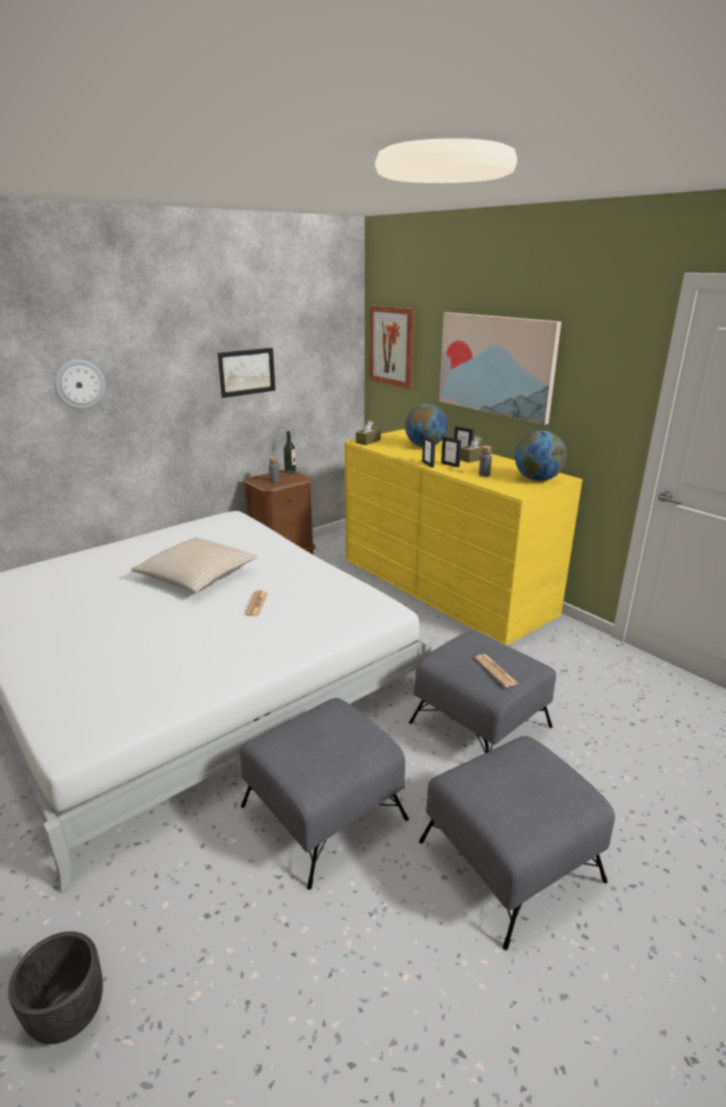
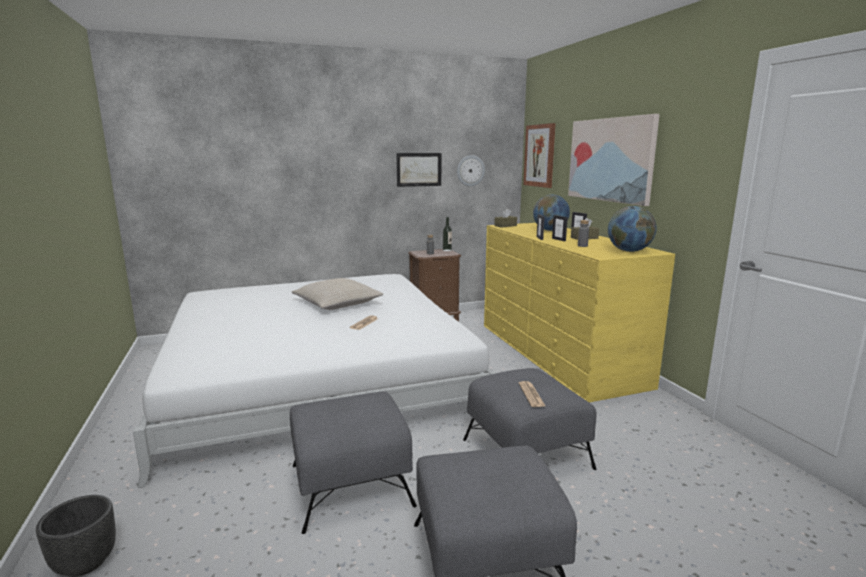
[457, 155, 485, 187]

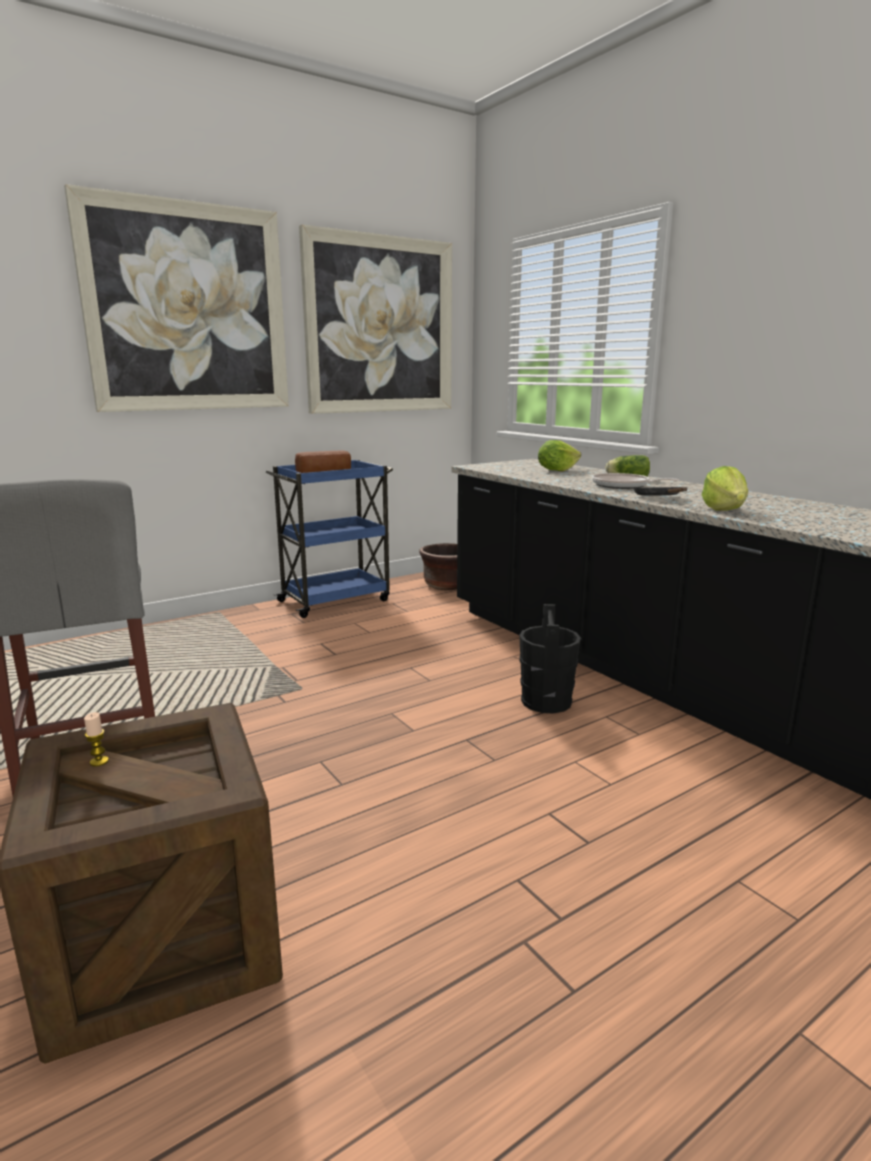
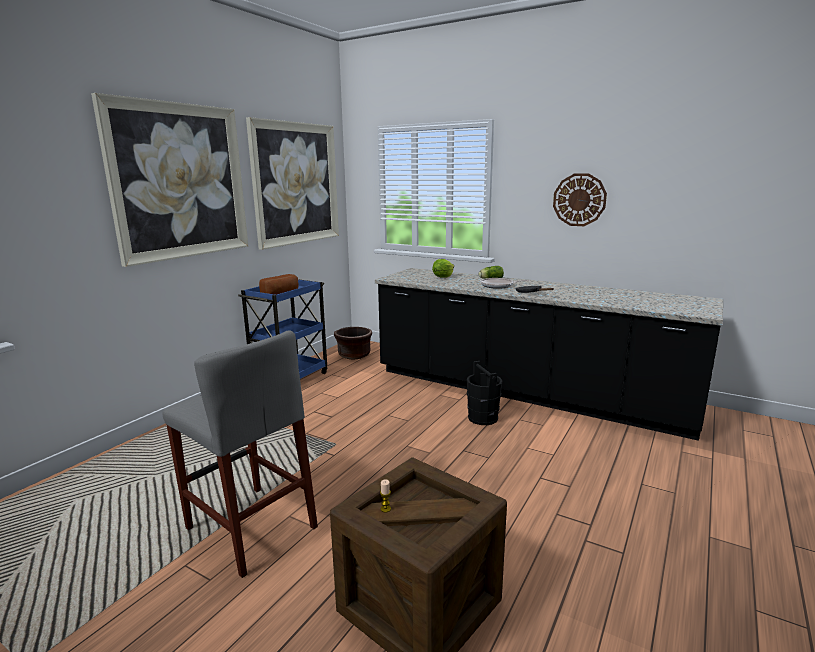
[702, 466, 748, 511] (first image)
[553, 173, 607, 226]

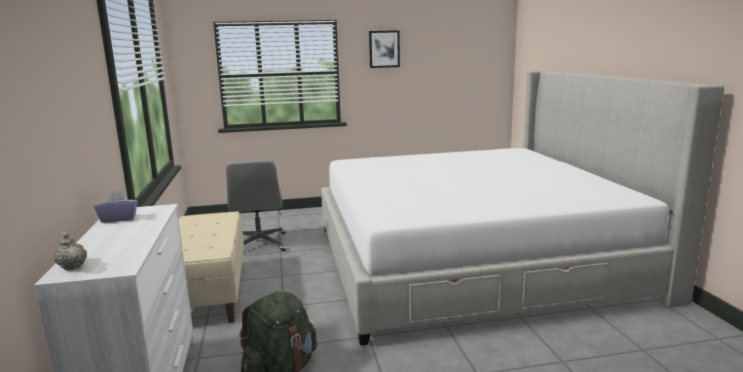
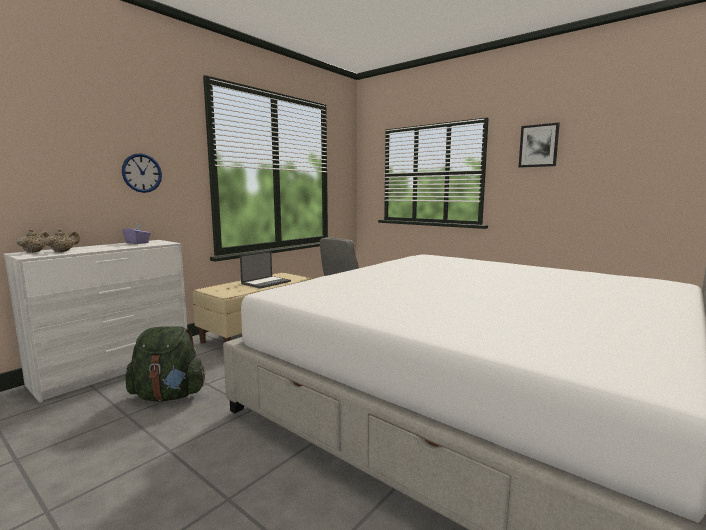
[122, 153, 162, 193]
[43, 229, 80, 252]
[240, 251, 291, 289]

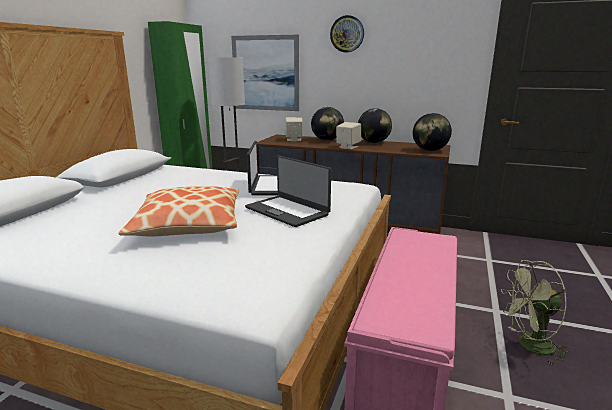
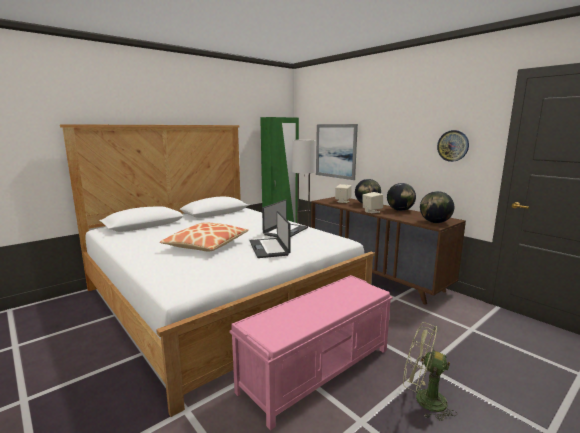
[437, 130, 469, 162]

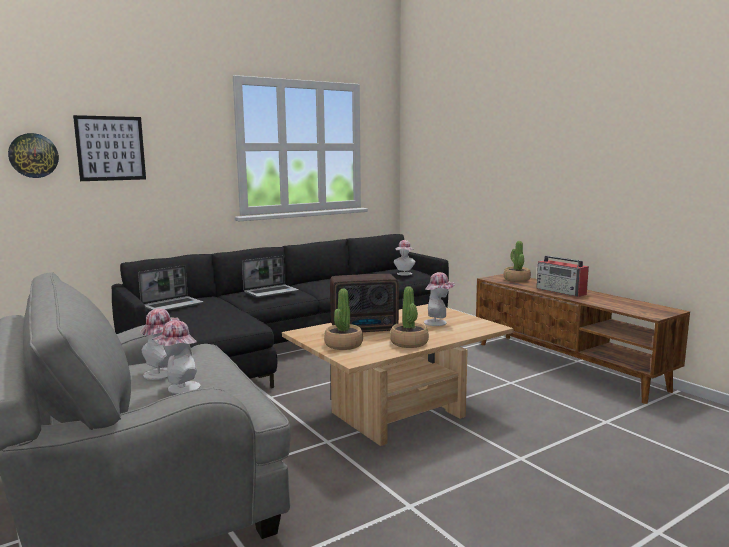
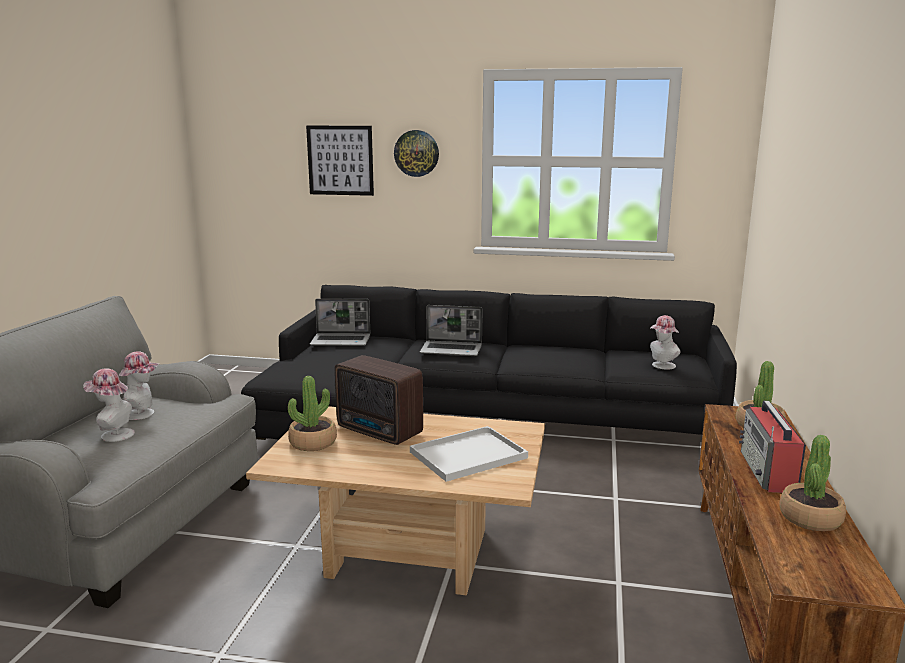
[394, 130, 439, 177]
[410, 426, 528, 482]
[779, 435, 846, 531]

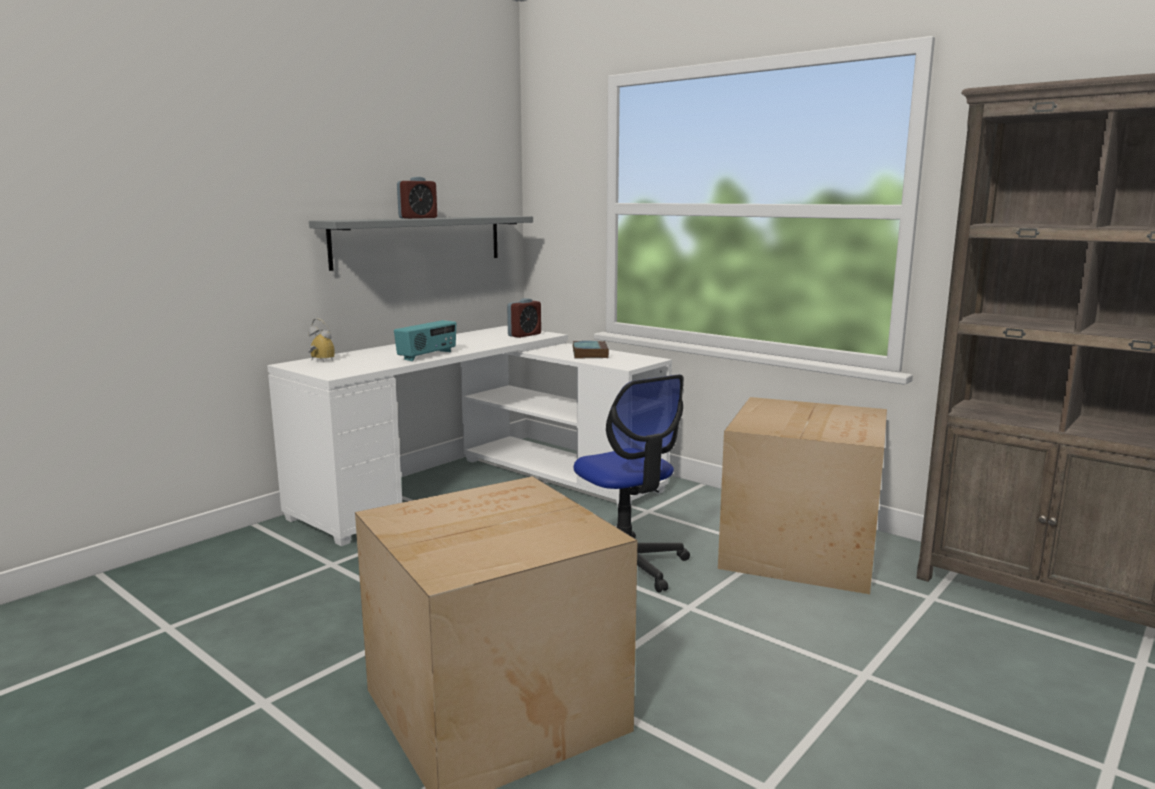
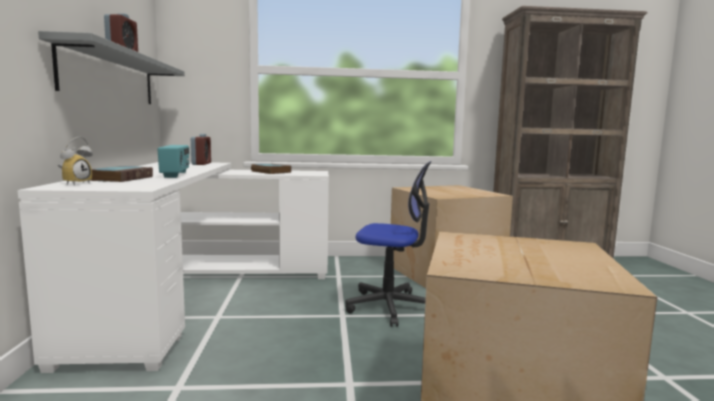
[58, 137, 93, 185]
[89, 166, 153, 182]

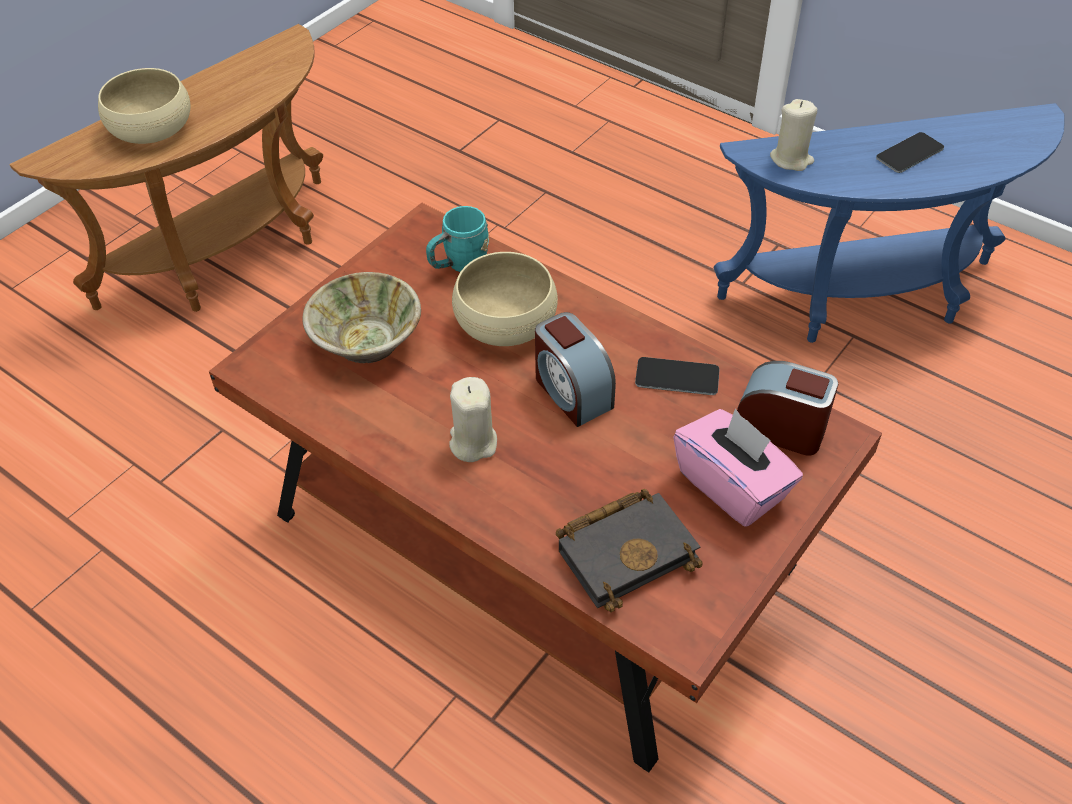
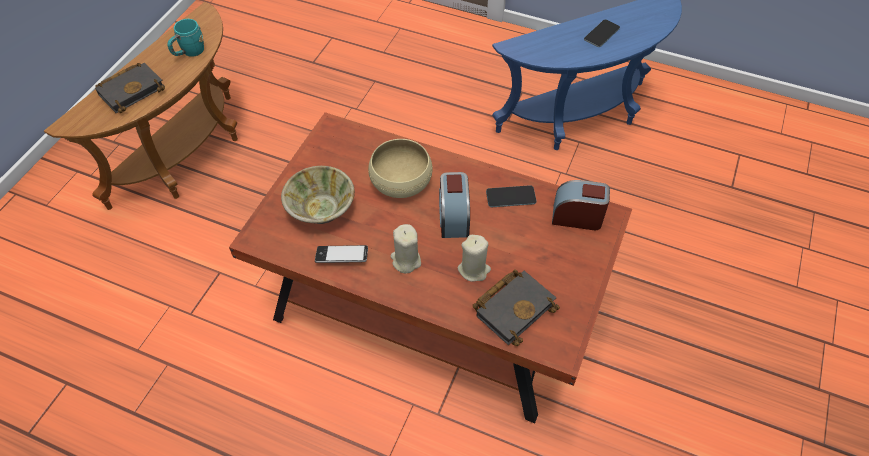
[95, 63, 165, 114]
[458, 235, 491, 282]
[167, 19, 204, 57]
[439, 172, 470, 238]
[673, 409, 803, 527] (first image)
[315, 245, 368, 263]

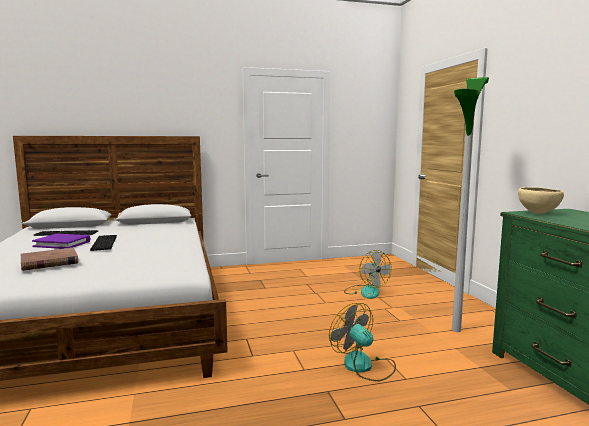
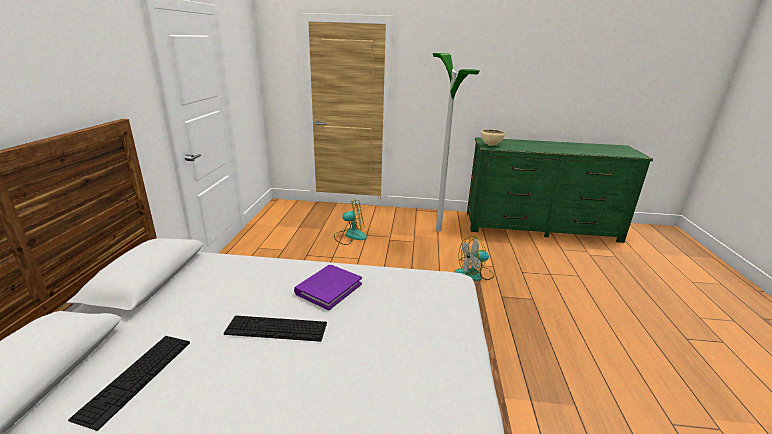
[294, 265, 362, 310]
[21, 248, 78, 271] (first image)

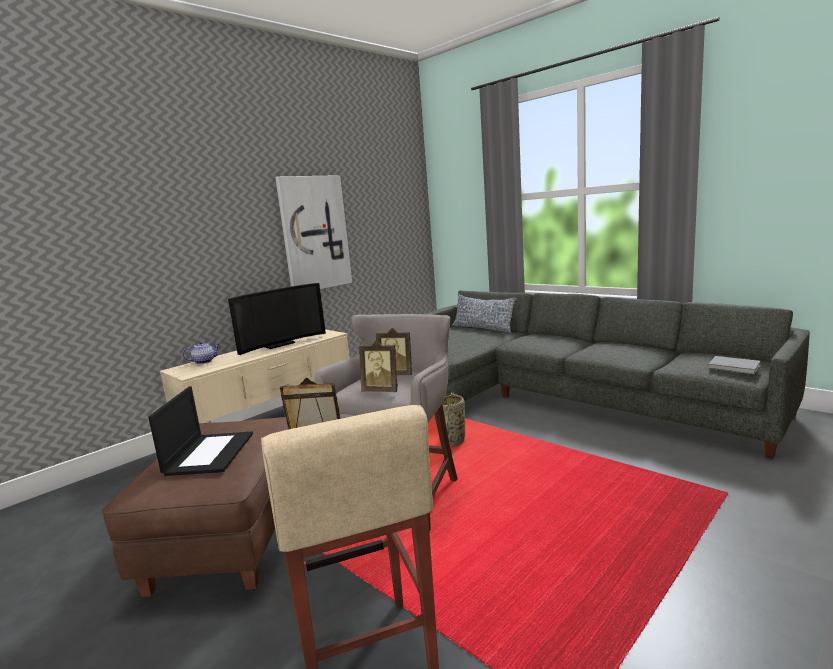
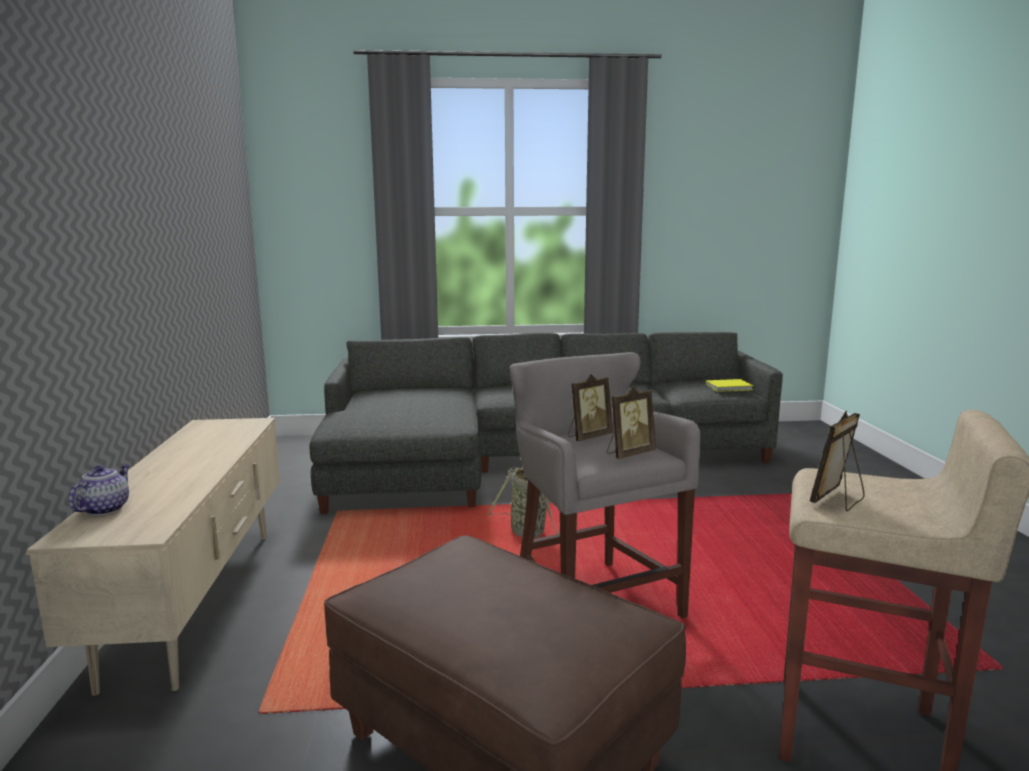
[275, 175, 352, 289] (first image)
[228, 283, 326, 355] (first image)
[452, 294, 516, 333] (first image)
[706, 379, 753, 392]
[148, 386, 253, 476] (first image)

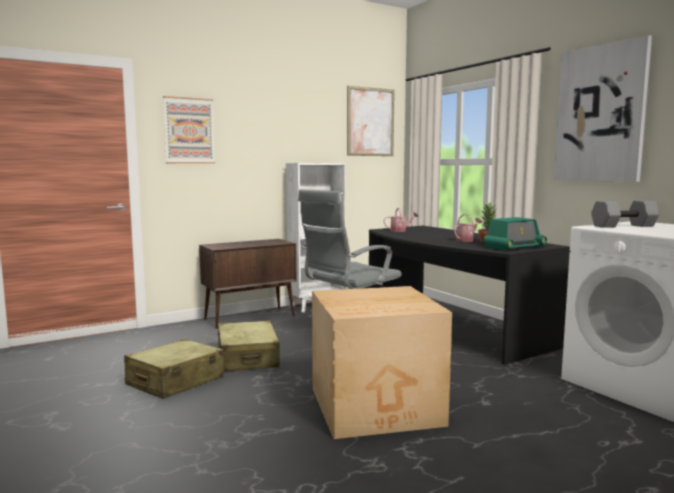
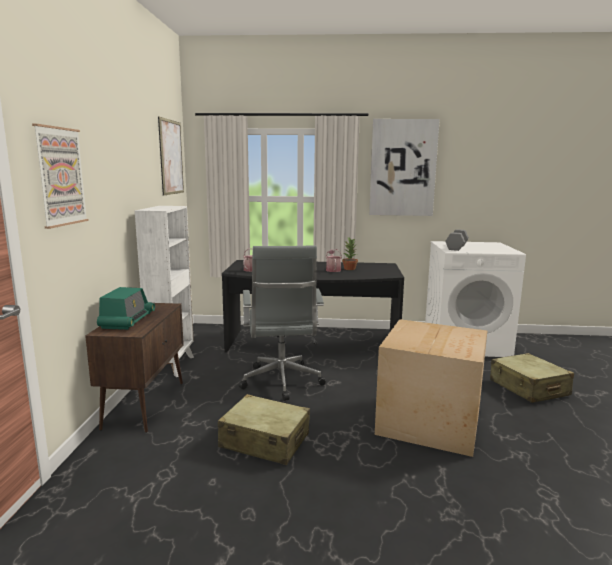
[97, 287, 155, 330]
[490, 353, 574, 403]

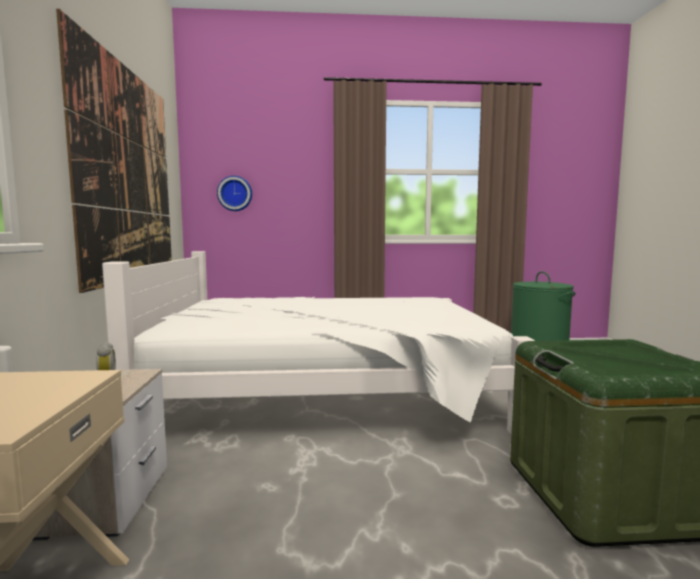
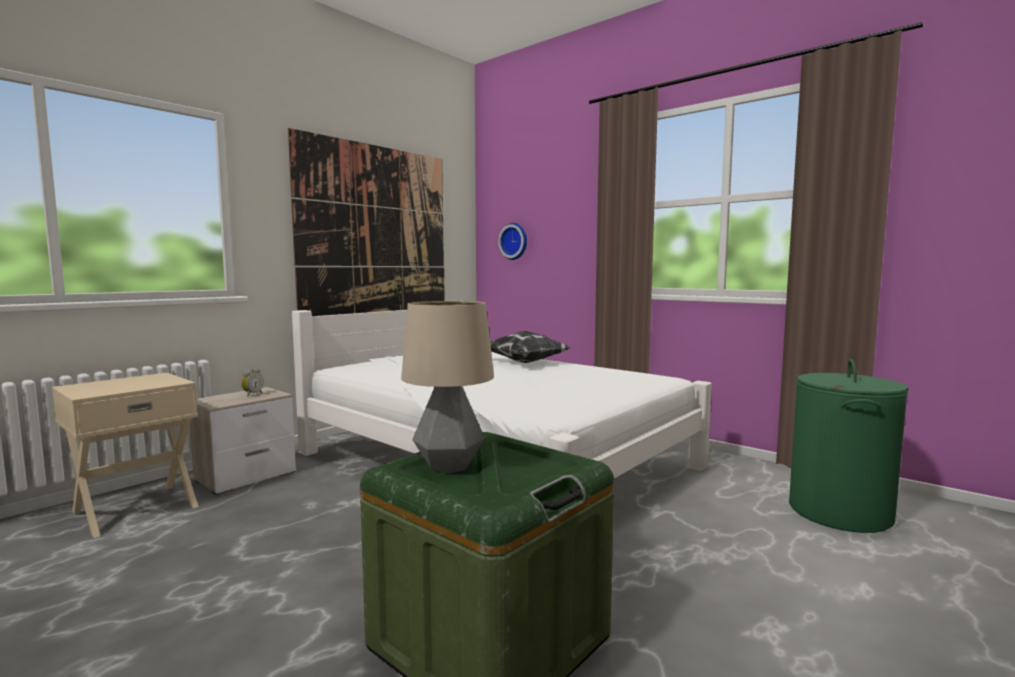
[401, 301, 494, 473]
[490, 331, 571, 363]

